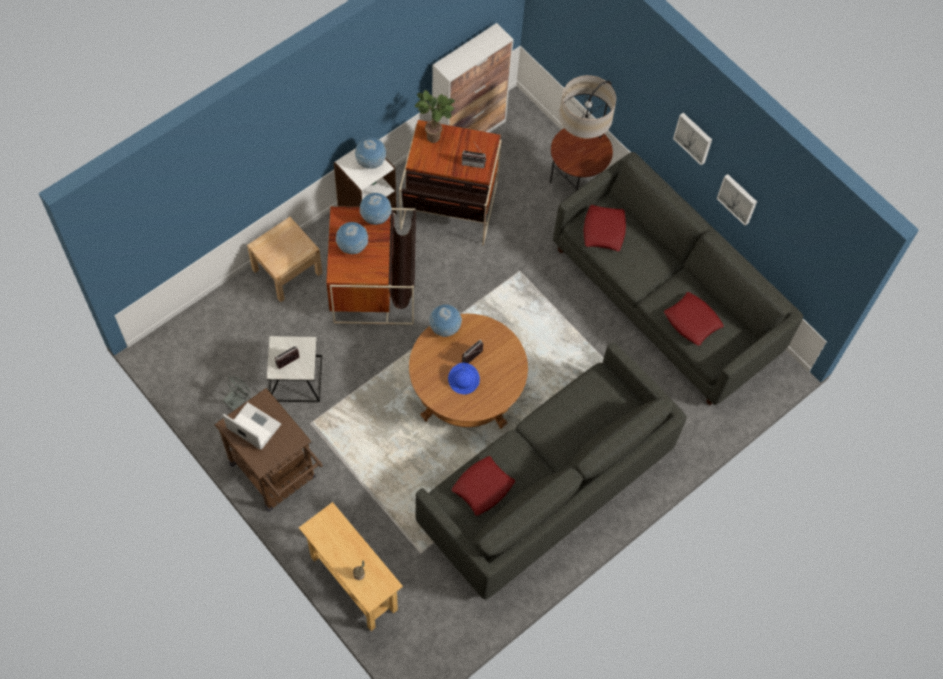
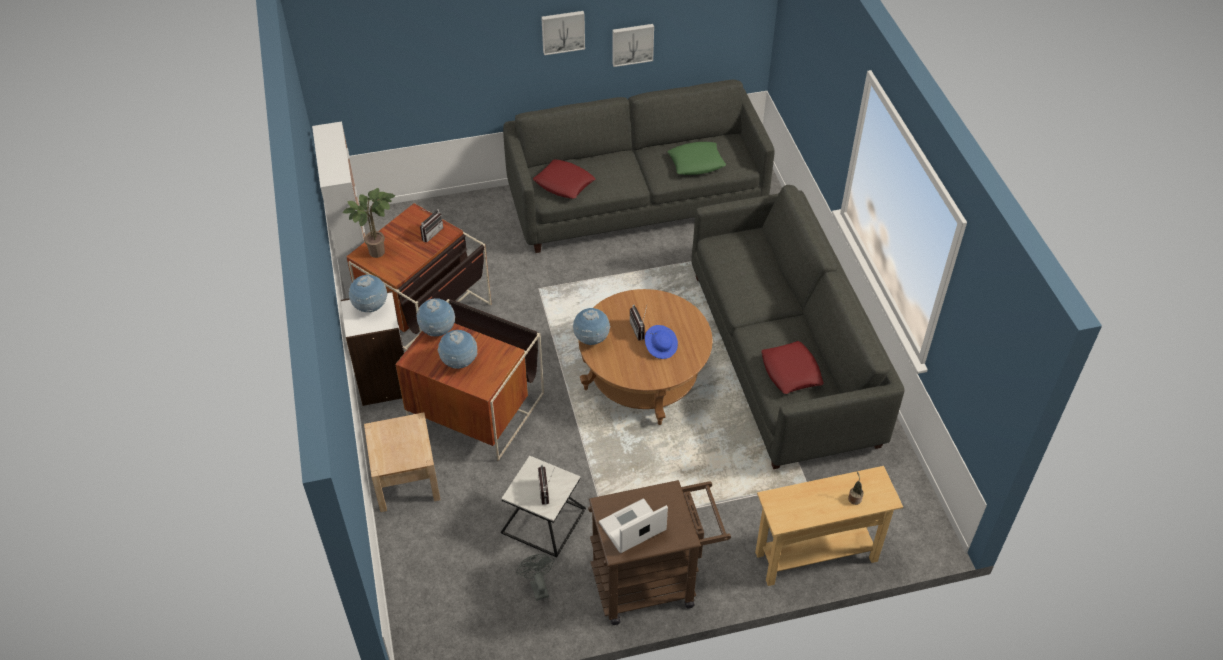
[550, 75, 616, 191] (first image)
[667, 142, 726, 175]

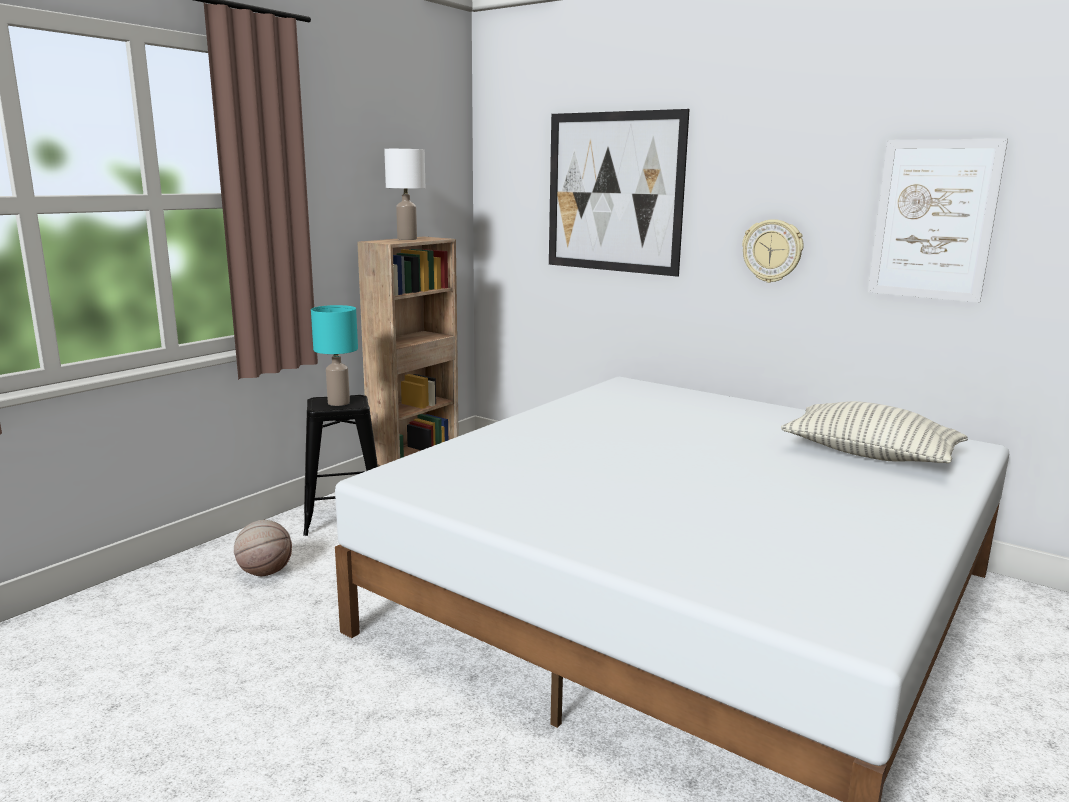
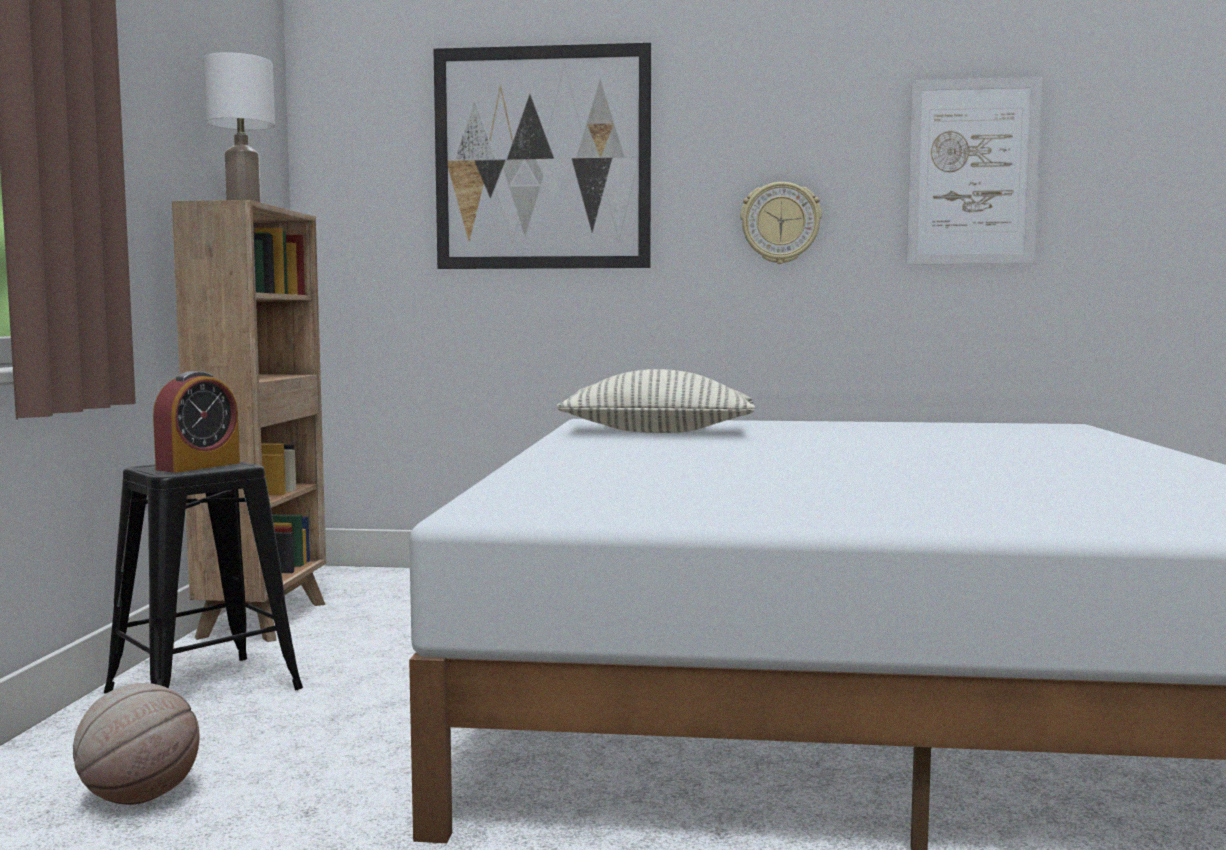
[153, 371, 240, 473]
[557, 369, 755, 433]

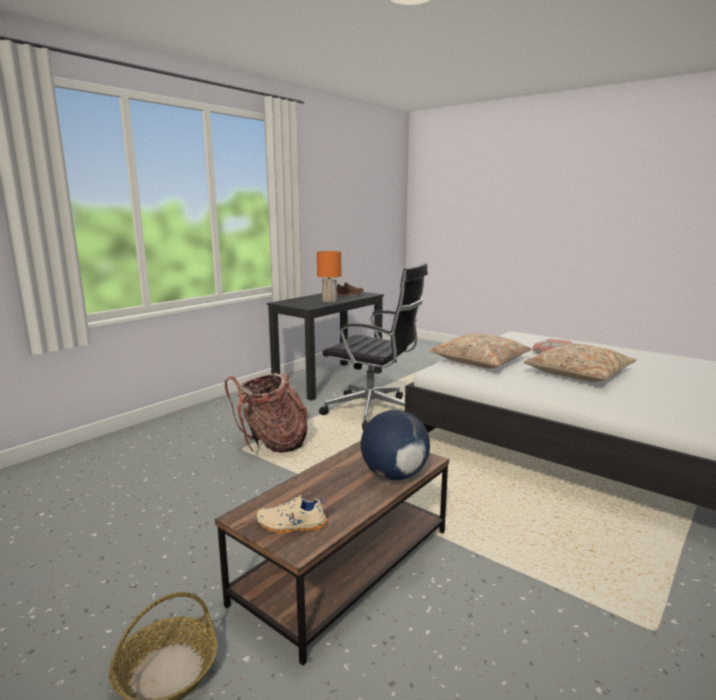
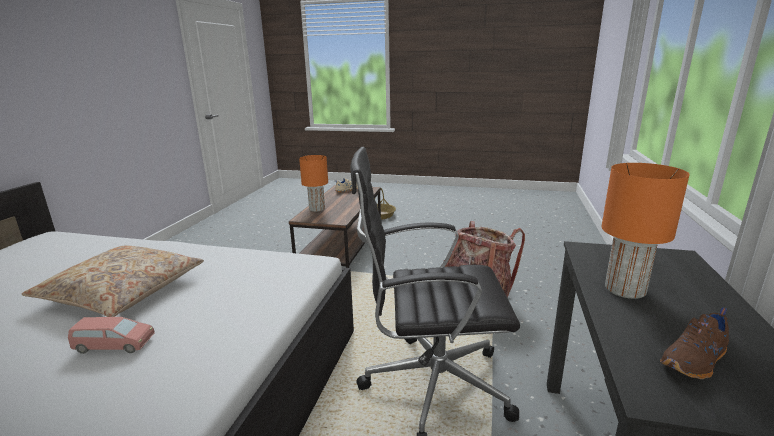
[430, 333, 532, 369] (first image)
[299, 155, 328, 212]

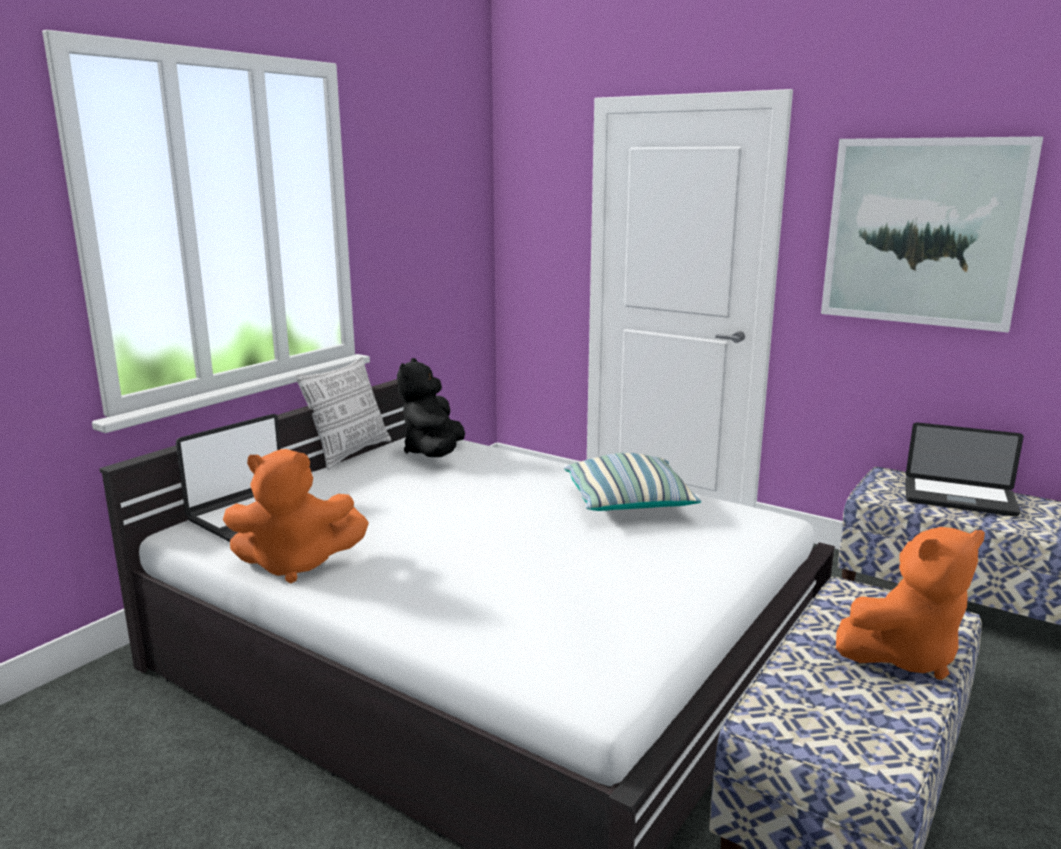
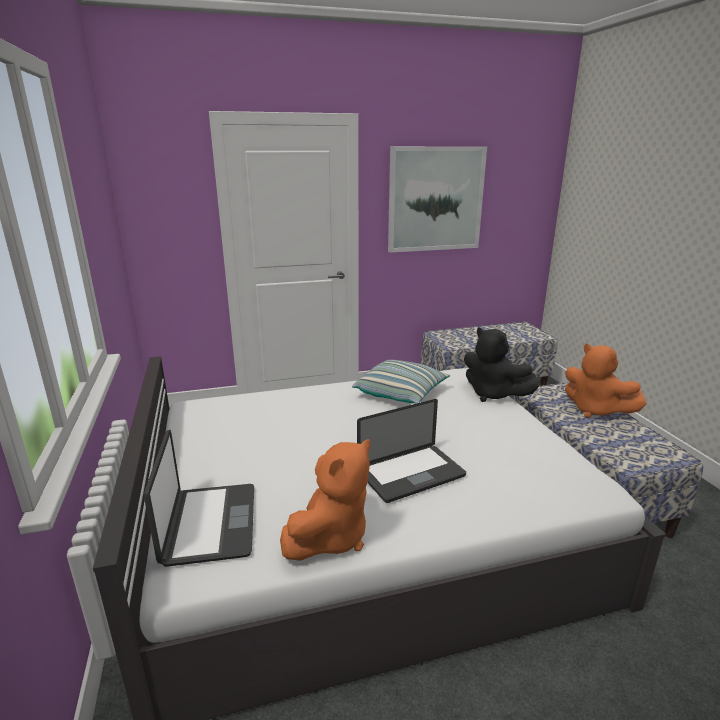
[296, 357, 392, 470] (first image)
[464, 327, 539, 402]
[357, 399, 466, 503]
[565, 344, 647, 418]

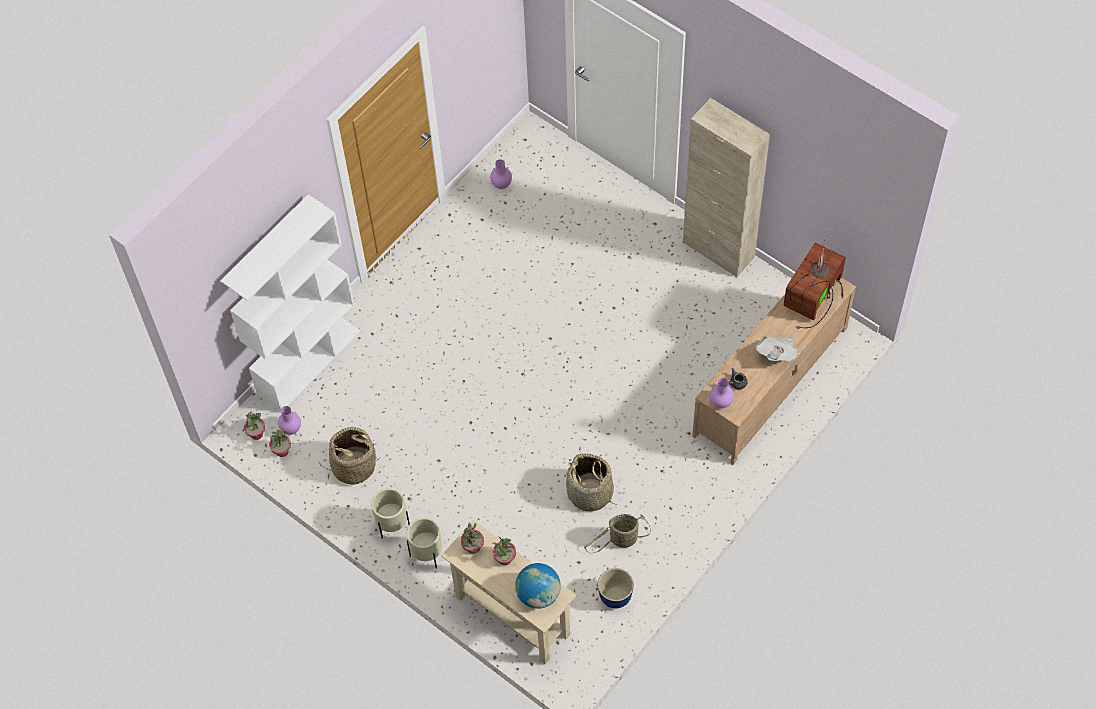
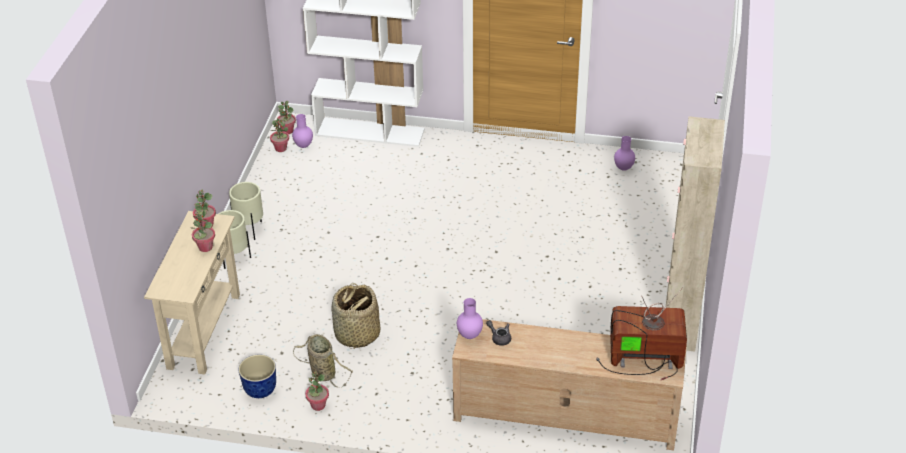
[756, 336, 798, 361] (first image)
[318, 427, 382, 485] (first image)
[515, 563, 561, 609] (first image)
[305, 371, 329, 411]

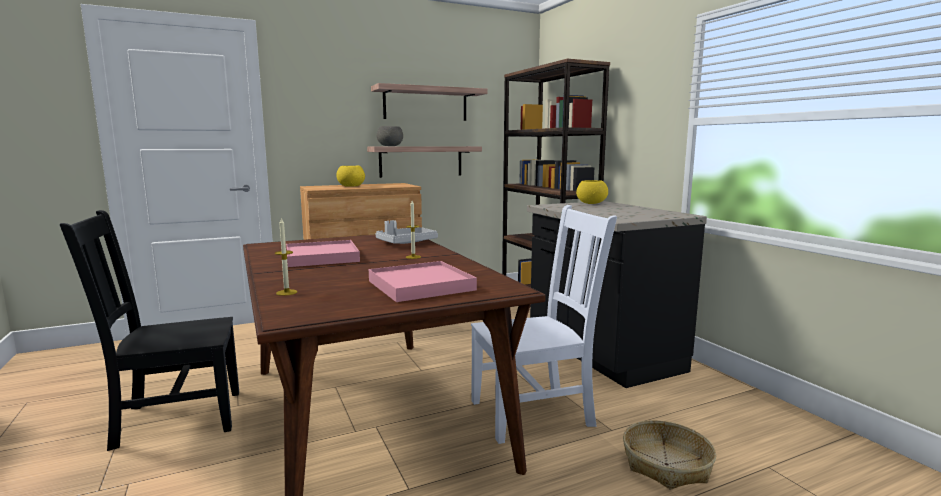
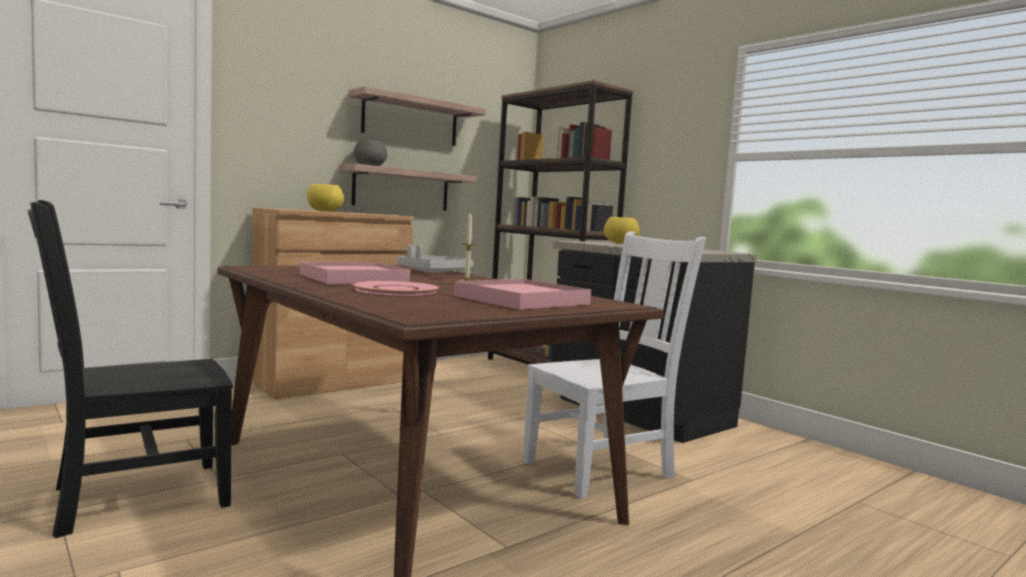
[275, 217, 297, 296] (first image)
[623, 420, 716, 490] (first image)
[351, 281, 441, 296]

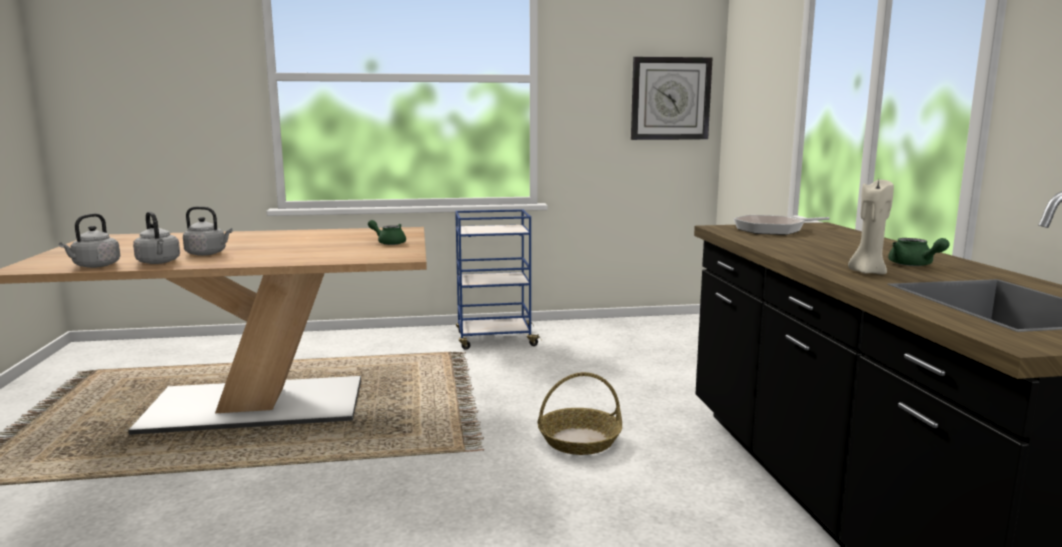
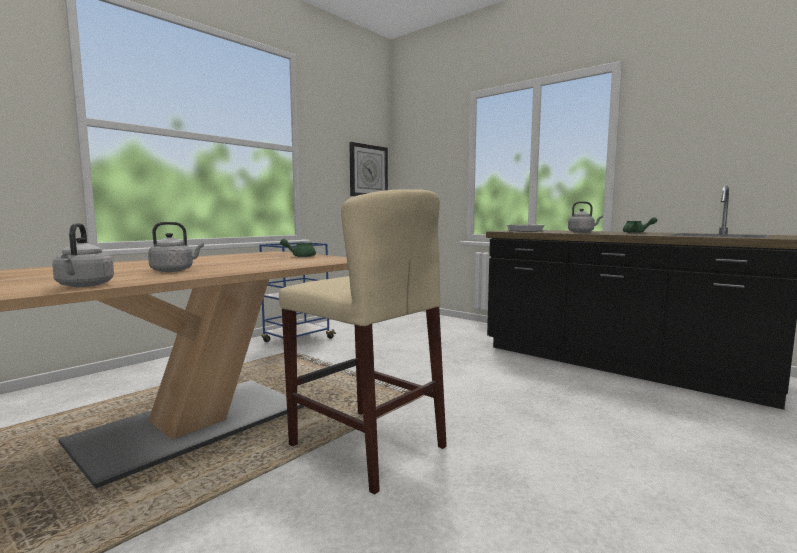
[848, 180, 894, 275] (first image)
[568, 201, 603, 233]
[538, 372, 622, 455] (first image)
[279, 189, 447, 495]

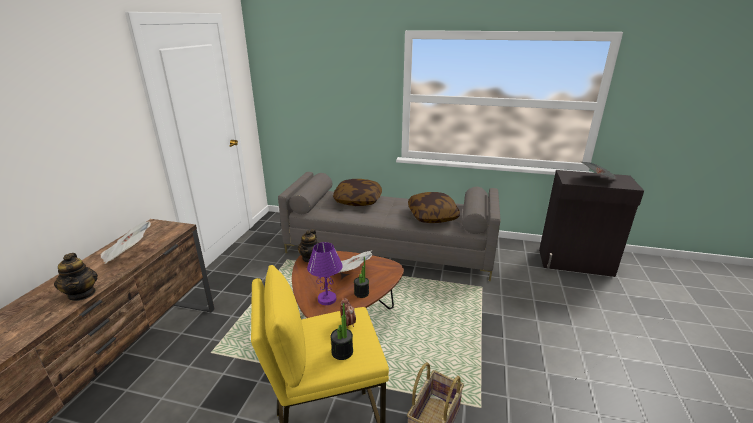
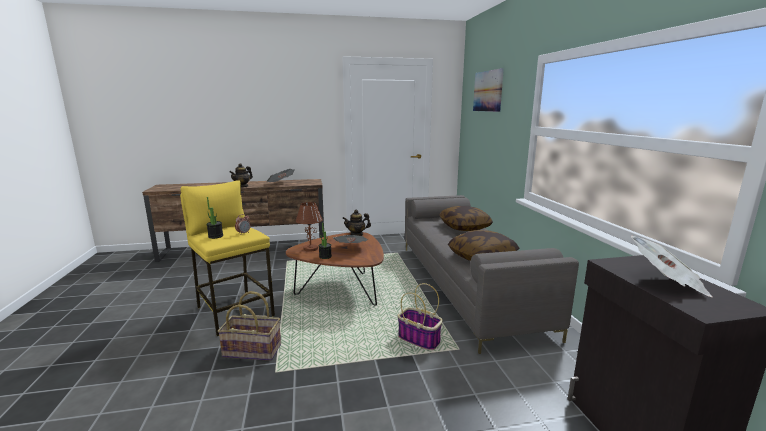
[296, 202, 323, 252]
[473, 68, 504, 112]
[398, 283, 443, 350]

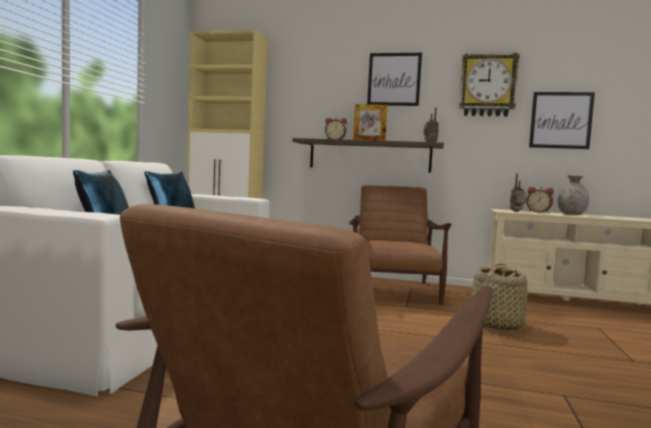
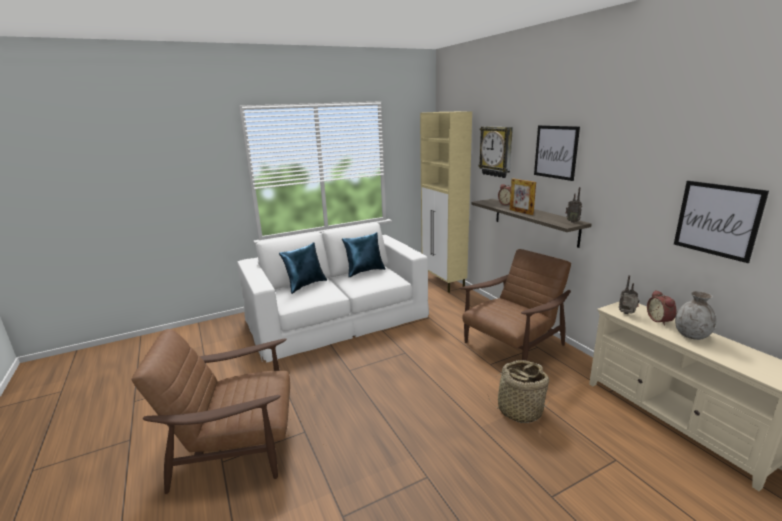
[478, 126, 513, 178]

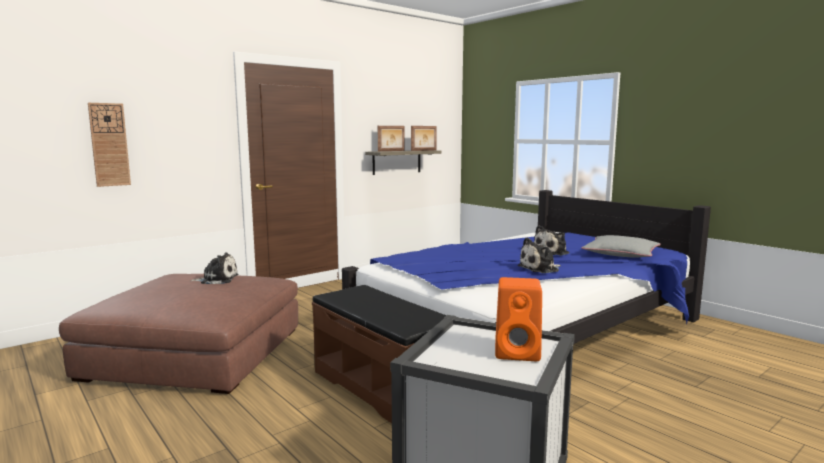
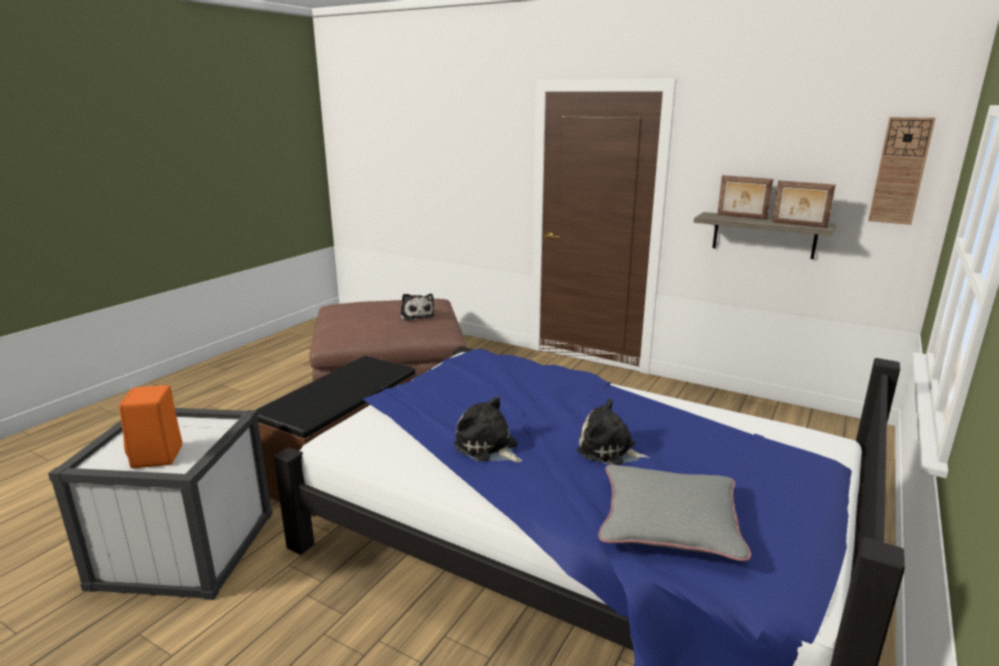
[868, 117, 936, 225]

